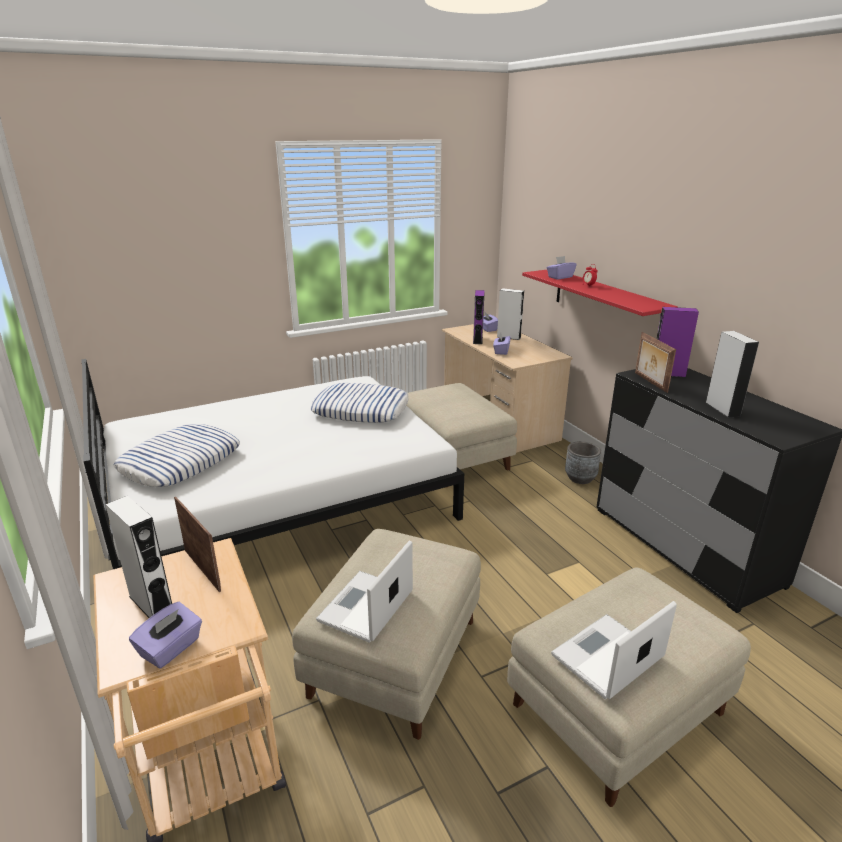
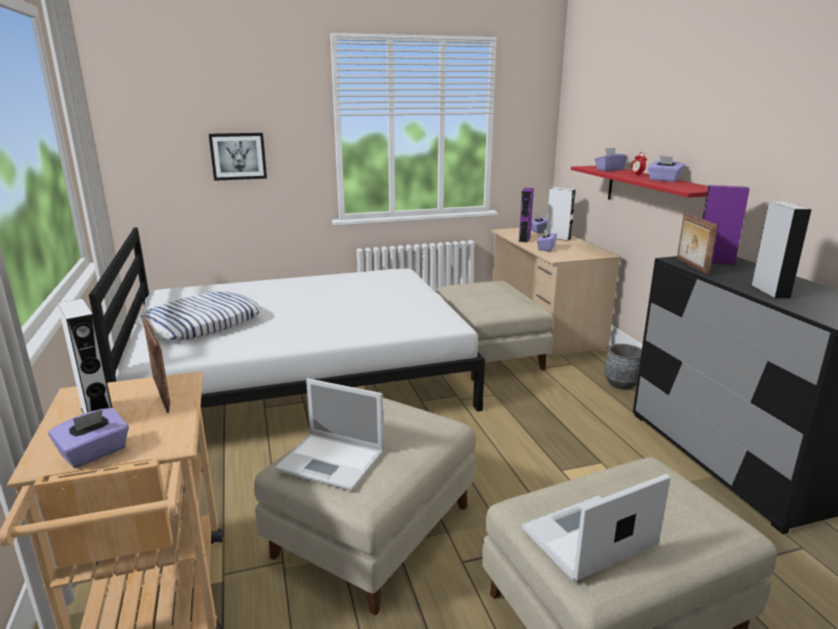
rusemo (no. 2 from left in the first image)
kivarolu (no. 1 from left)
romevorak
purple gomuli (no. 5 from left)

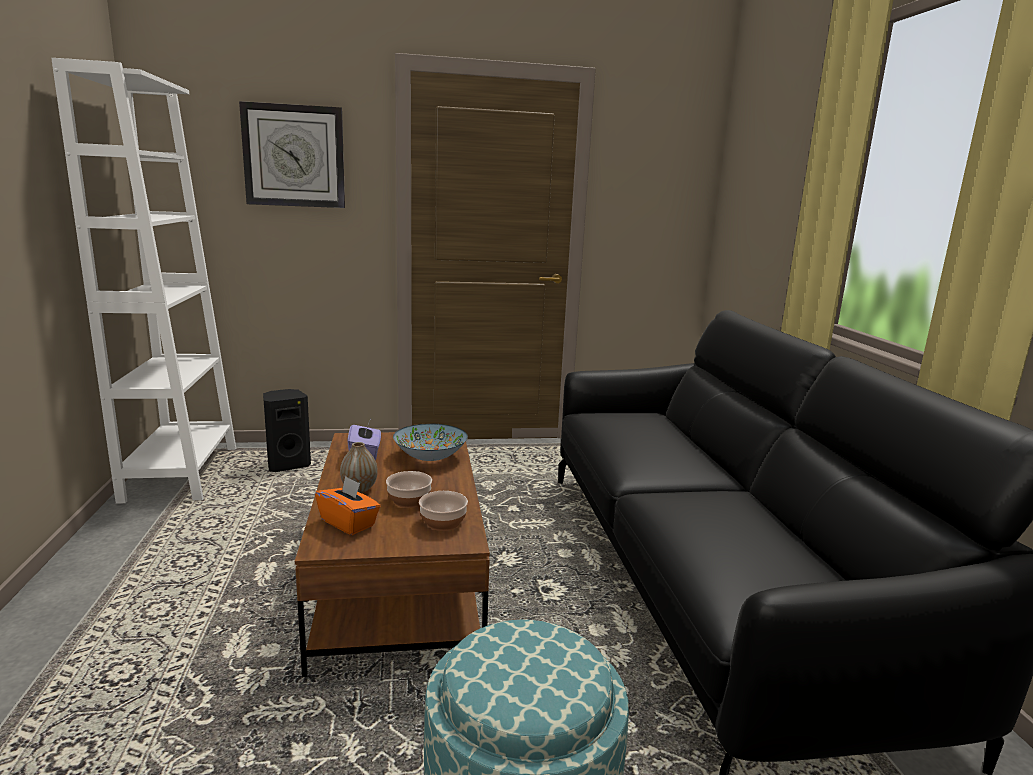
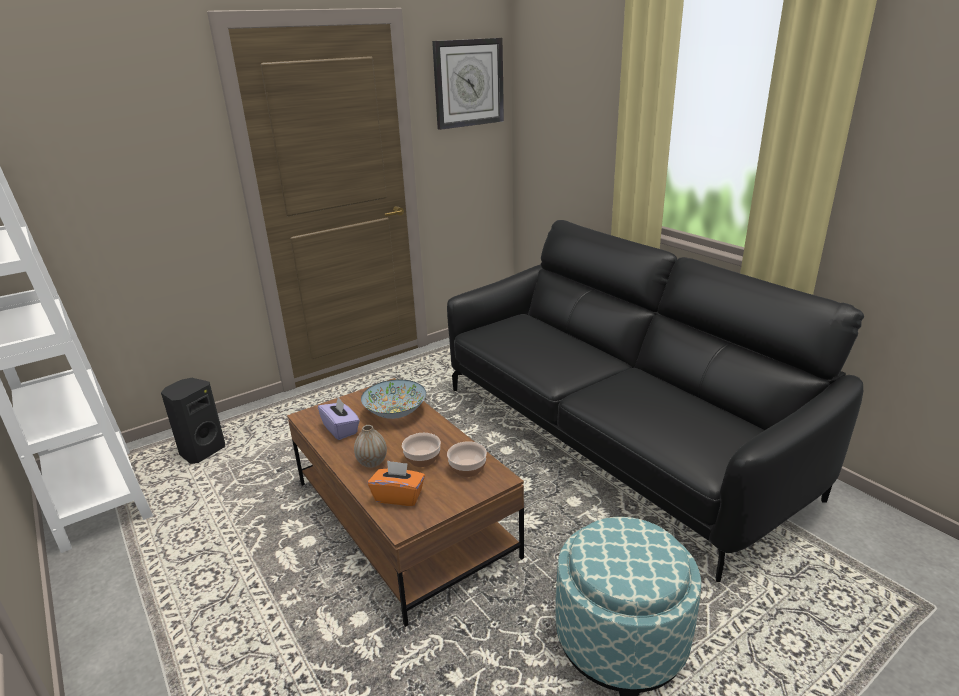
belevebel

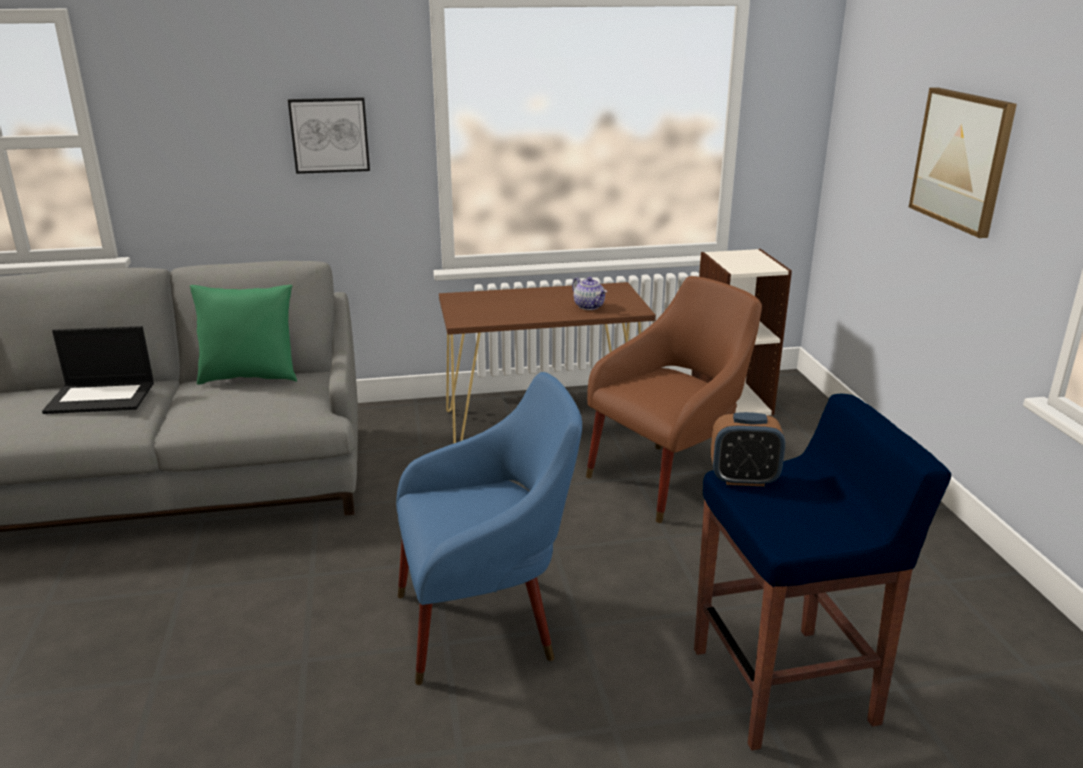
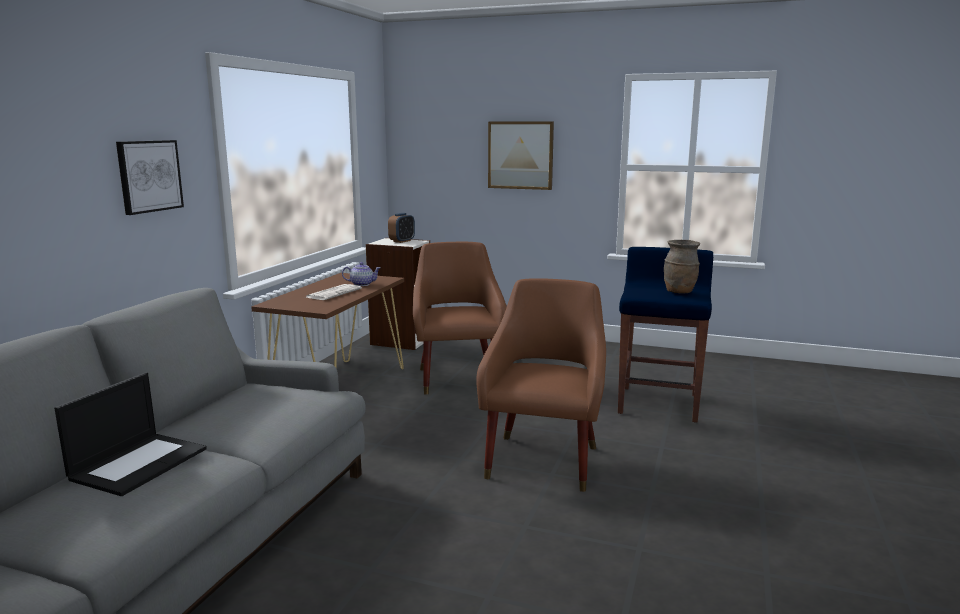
green rusemo
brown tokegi (no. 2 from left)
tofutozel
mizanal
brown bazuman

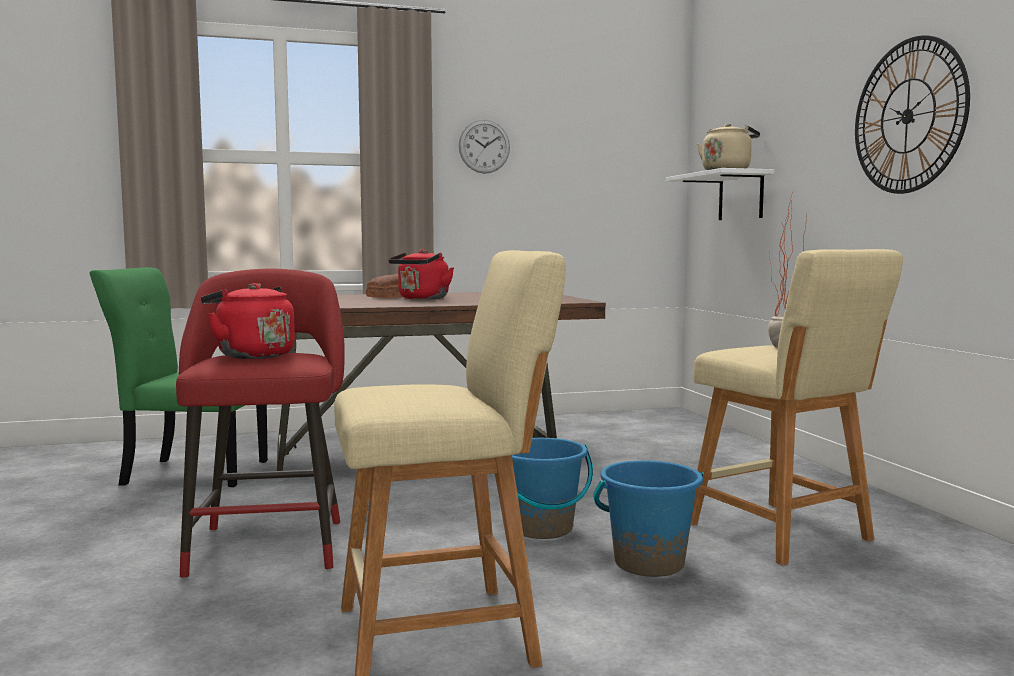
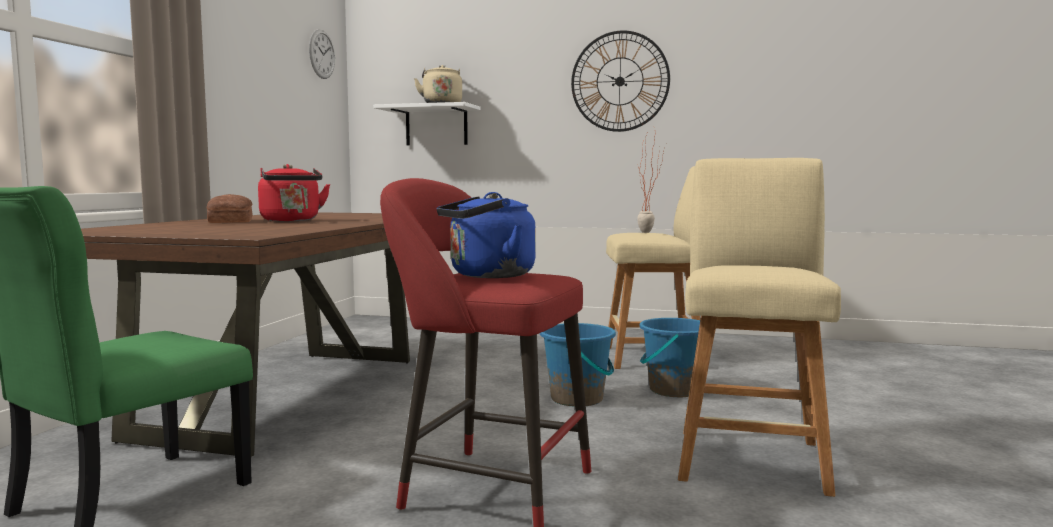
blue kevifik
belevebel (no. 1 from left)

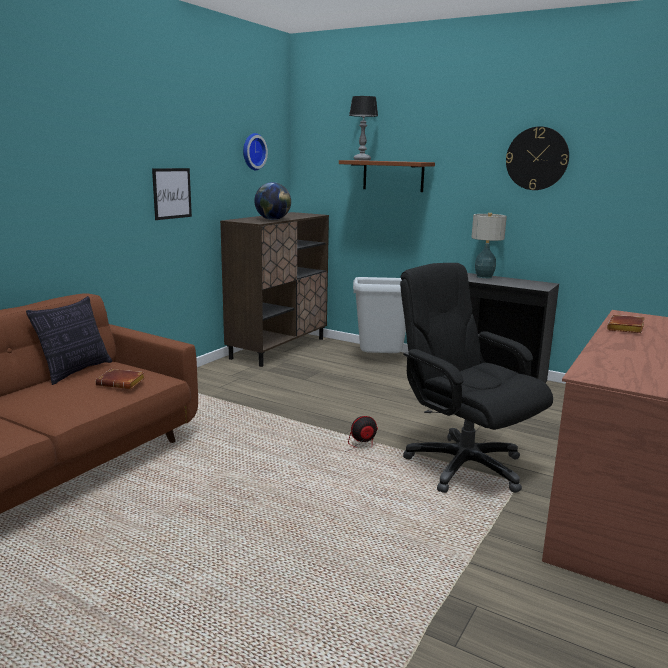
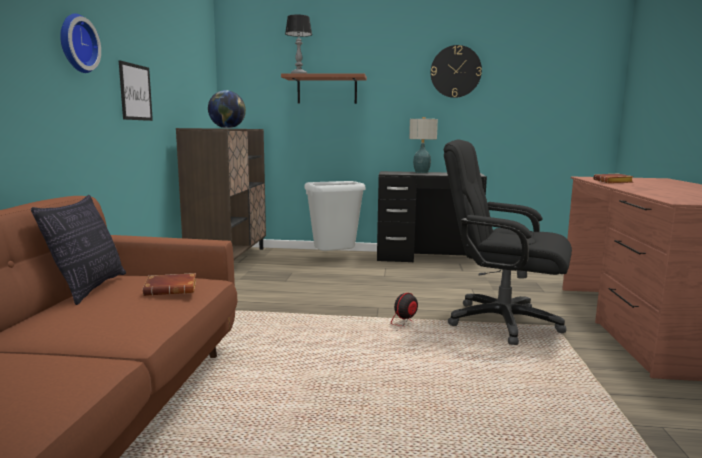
belevebel (no. 1 from left)

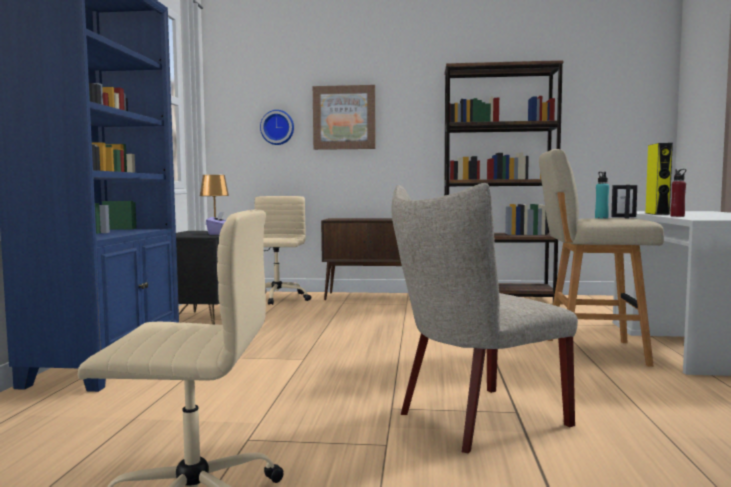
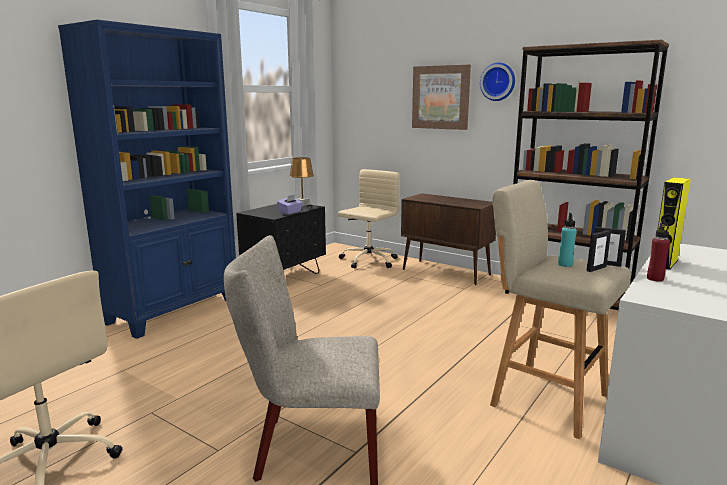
belevebel

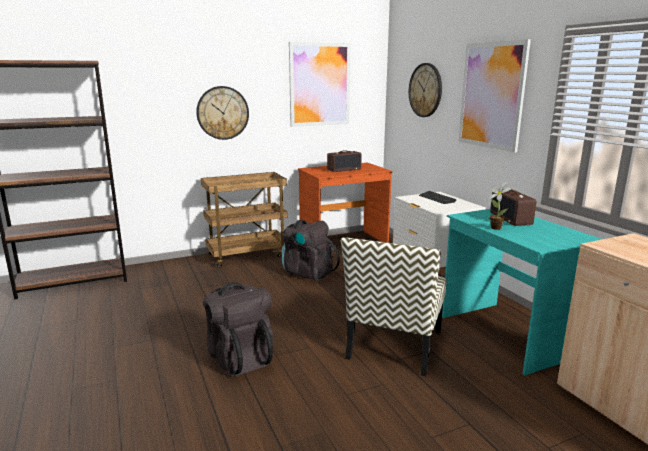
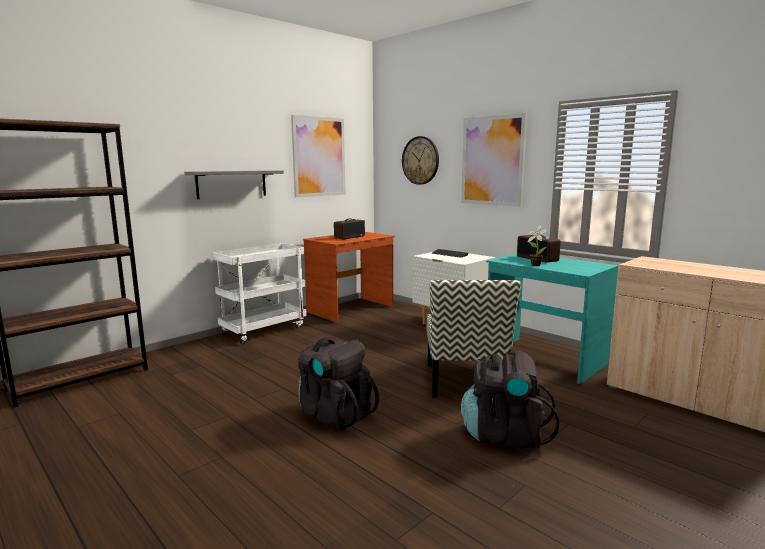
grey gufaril
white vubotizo
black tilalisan (no. 2 from left)

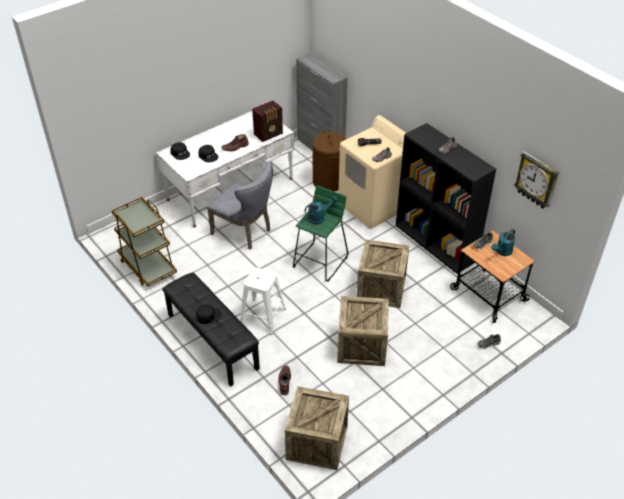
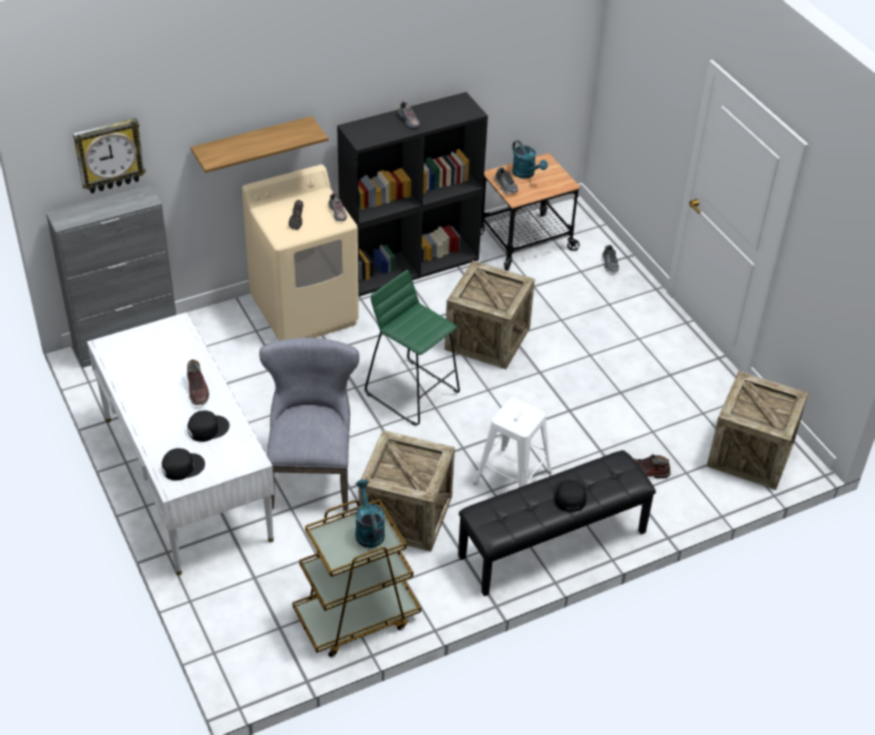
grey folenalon
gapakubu
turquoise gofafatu (no. 1 from left)
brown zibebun
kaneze (no. 1 from left)
belevebel
gufaril

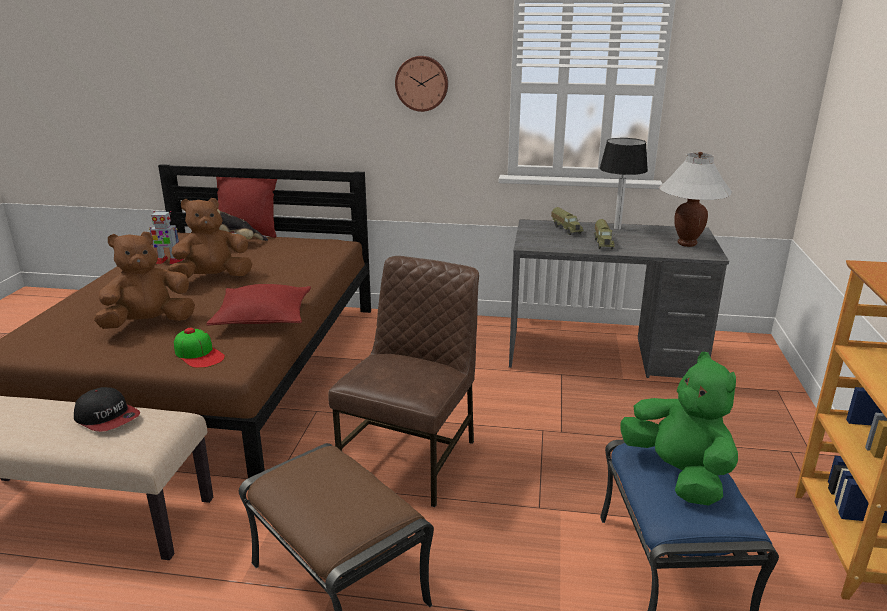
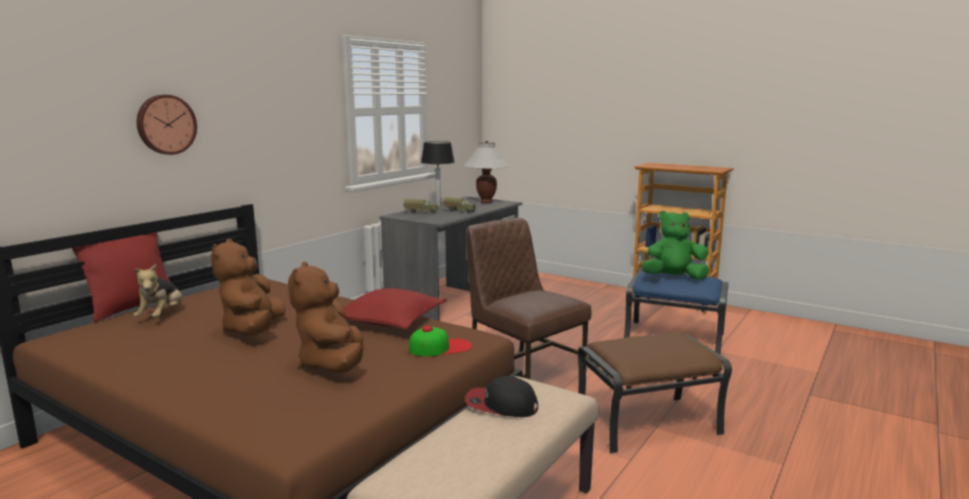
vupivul (no. 2 from left)
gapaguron
belevebel

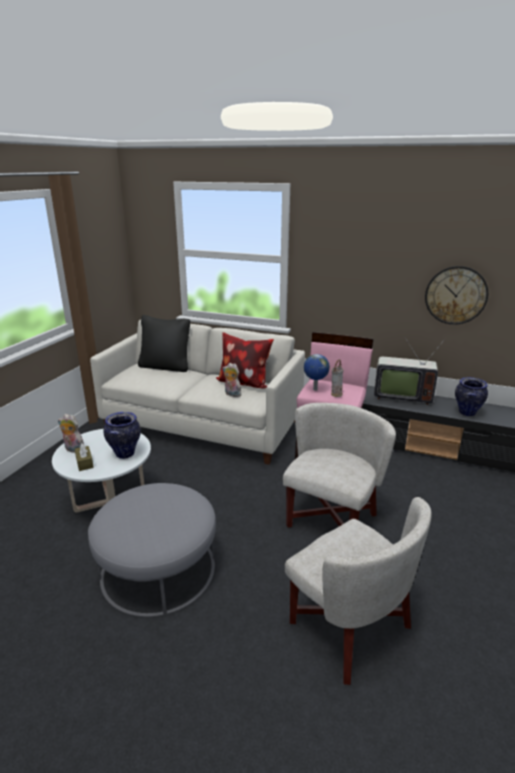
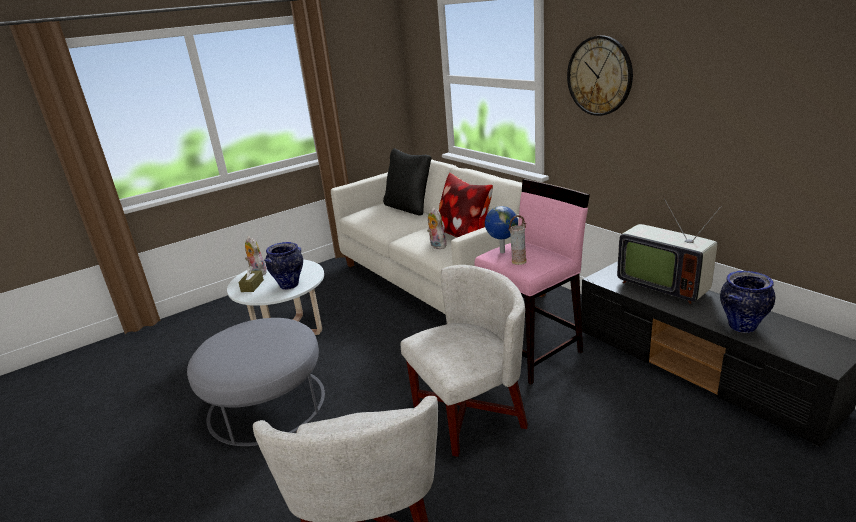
belevebel

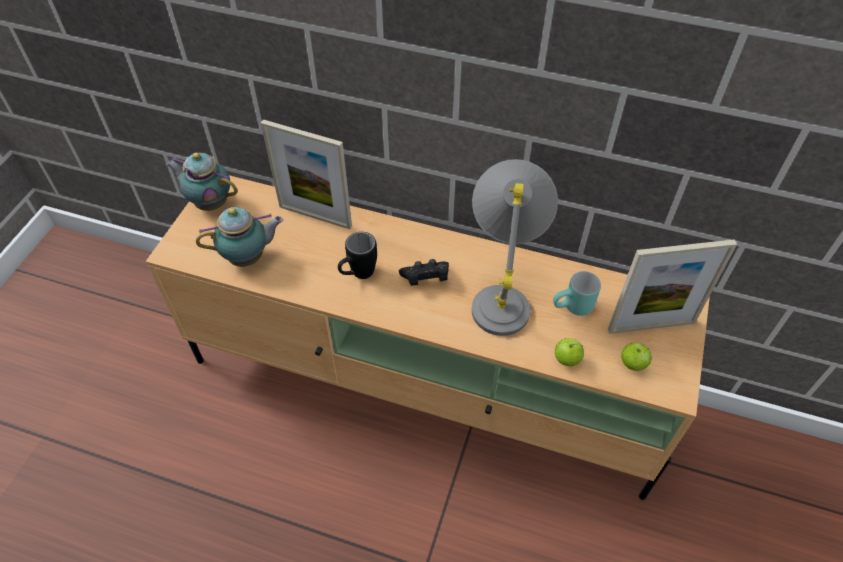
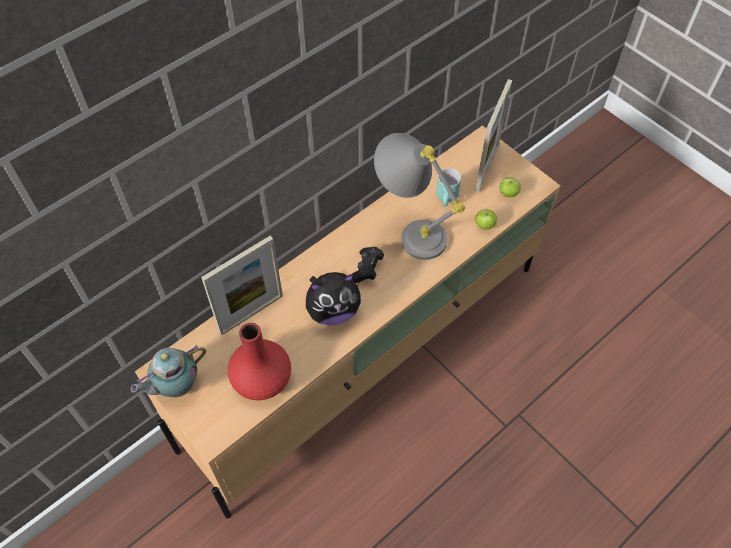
red bazuman
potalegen

